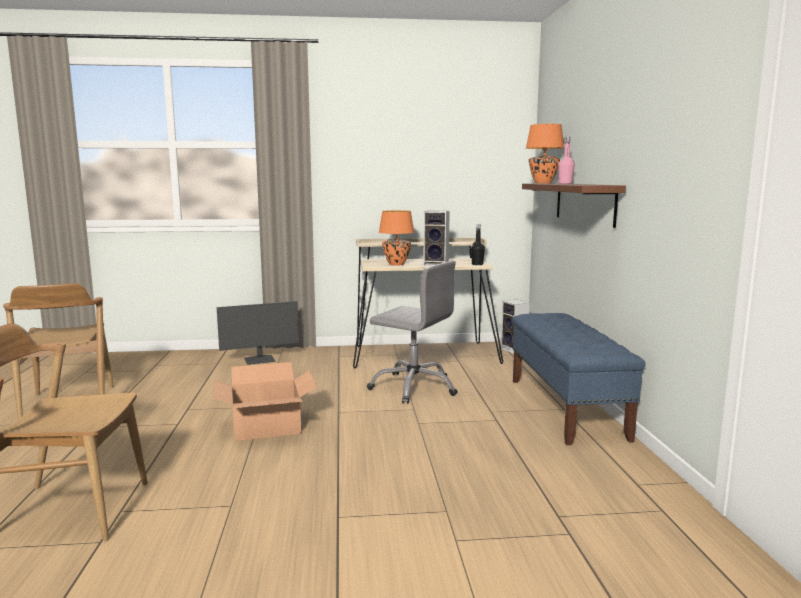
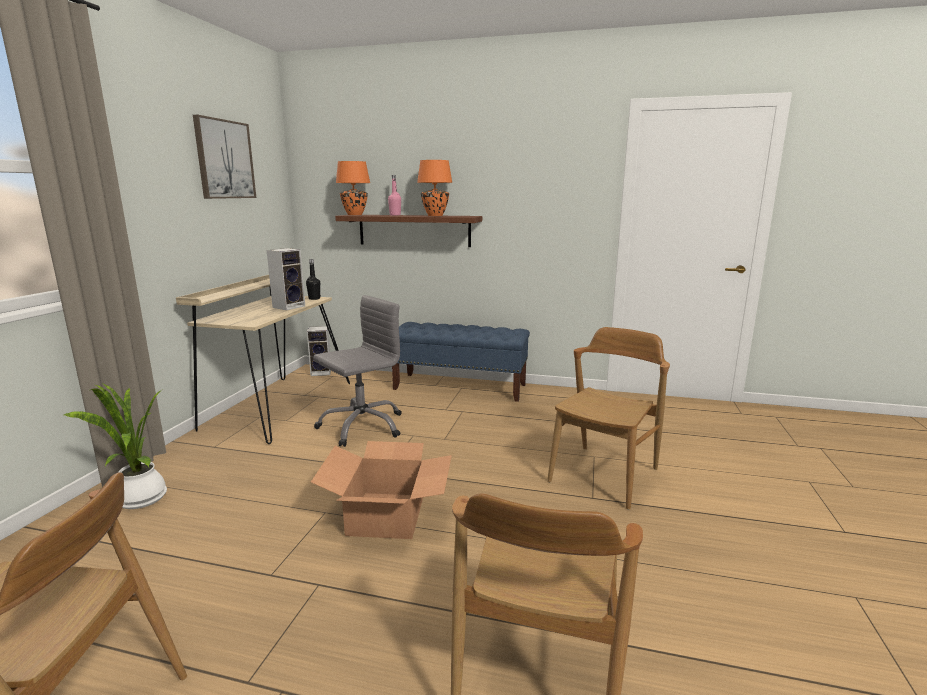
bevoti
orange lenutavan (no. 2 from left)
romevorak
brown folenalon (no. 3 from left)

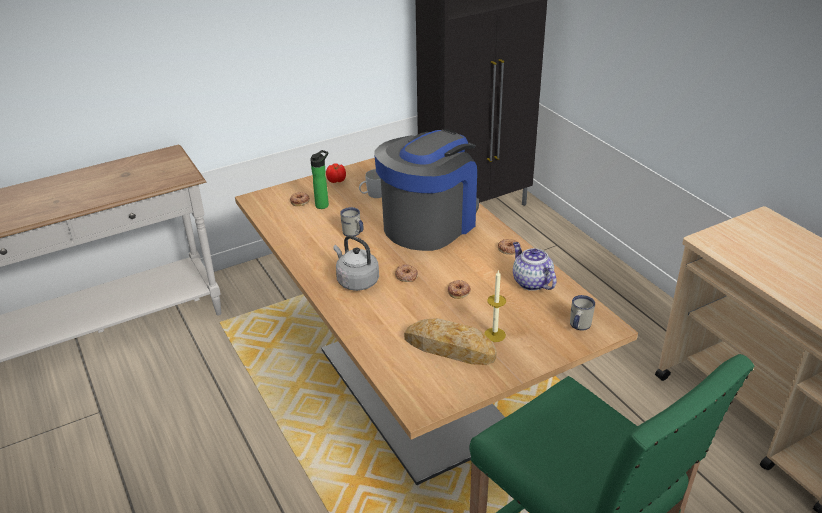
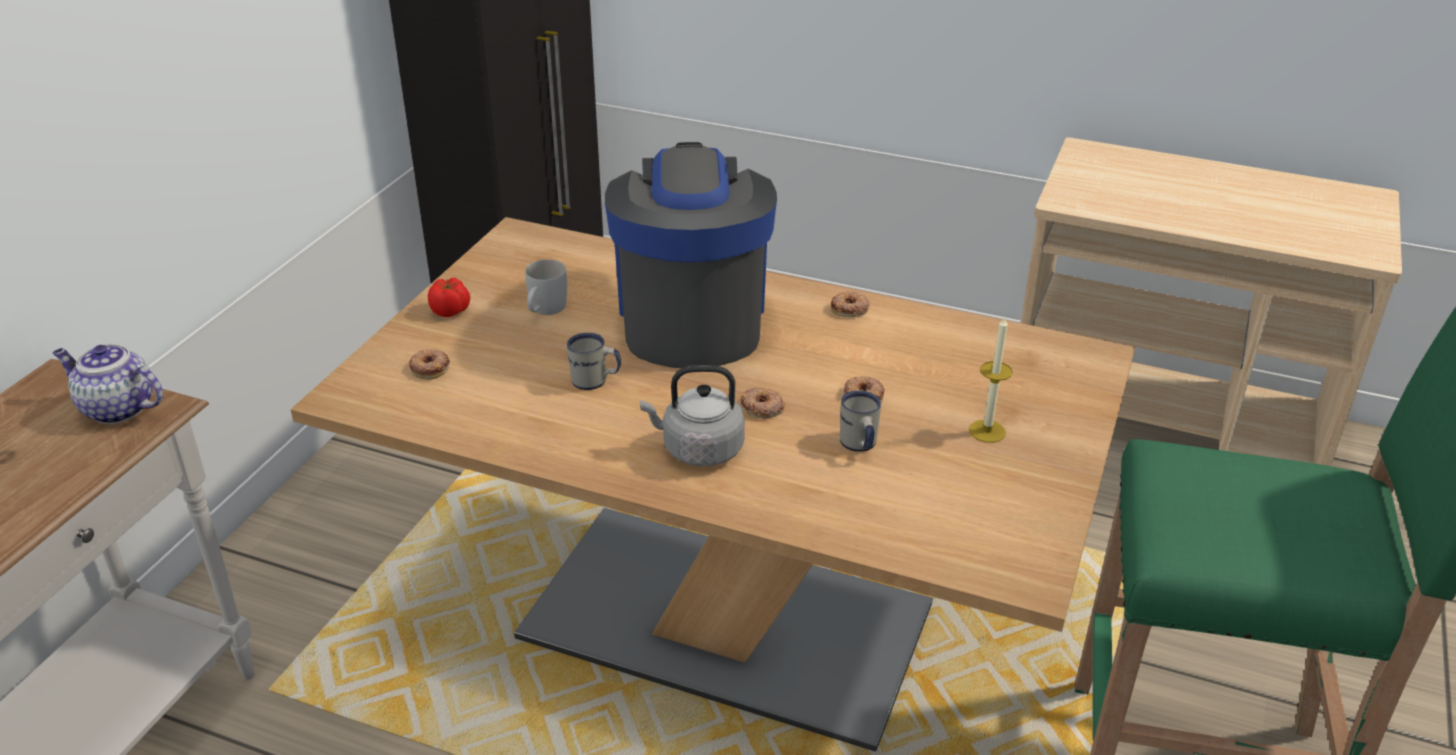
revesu
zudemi
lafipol
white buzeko (no. 3 from left)

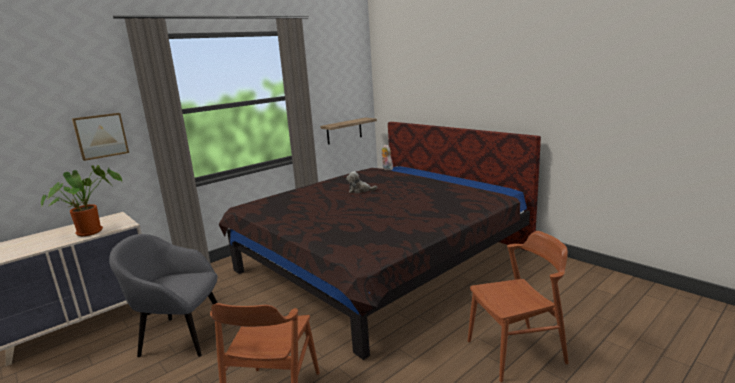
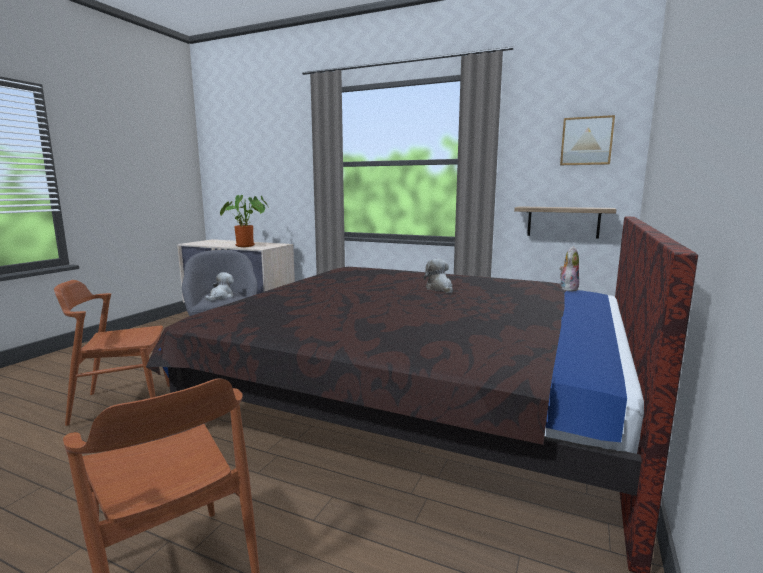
romevorak
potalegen (no. 1 from left)

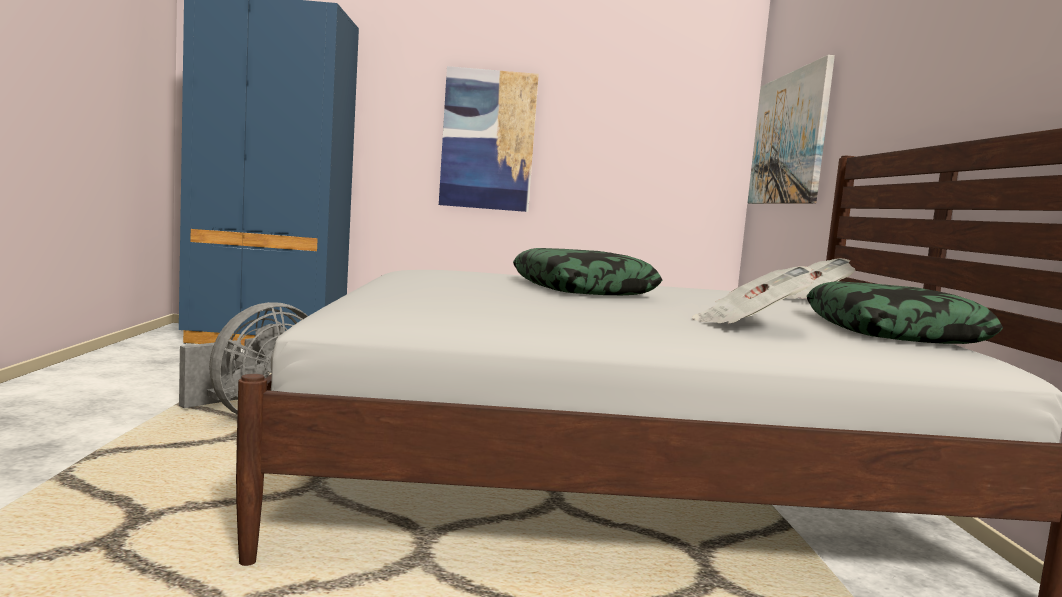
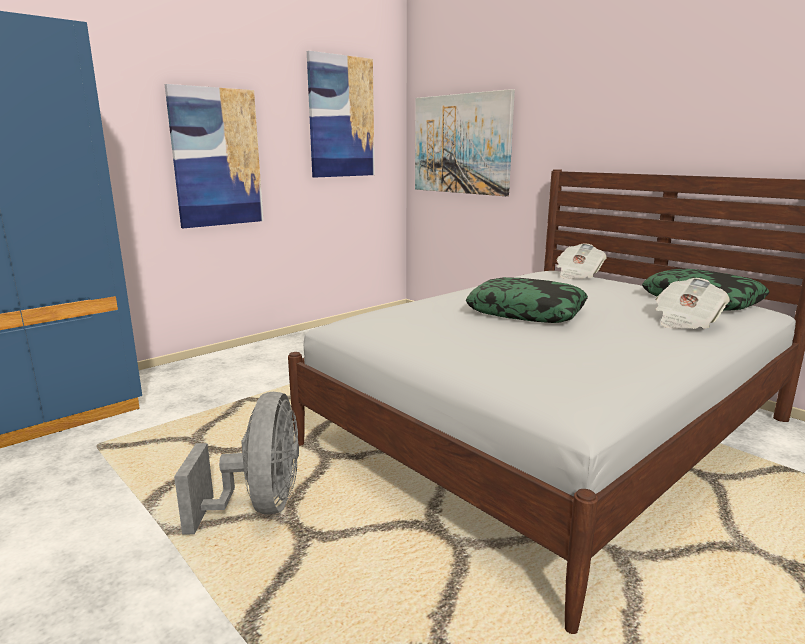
romevorak (no. 2 from left)

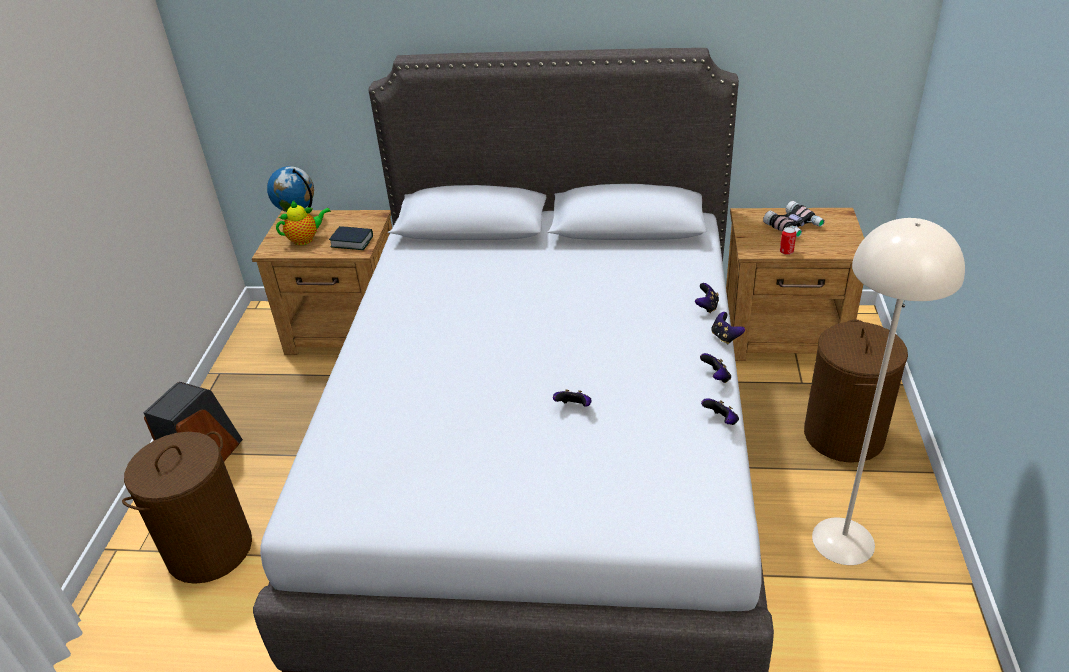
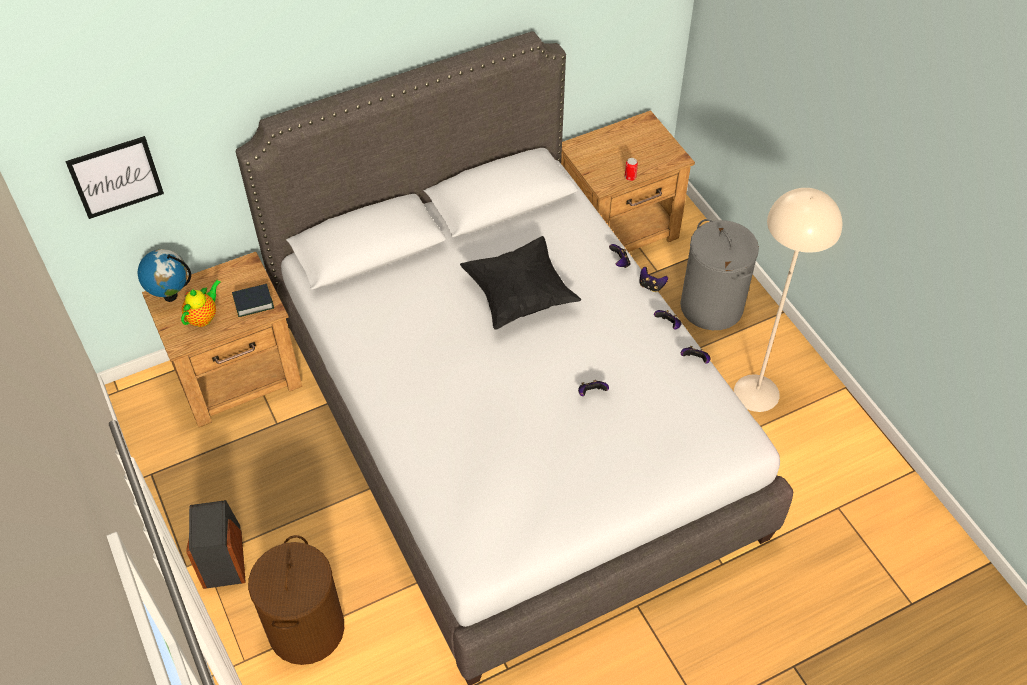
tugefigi
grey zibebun
romevorak
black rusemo

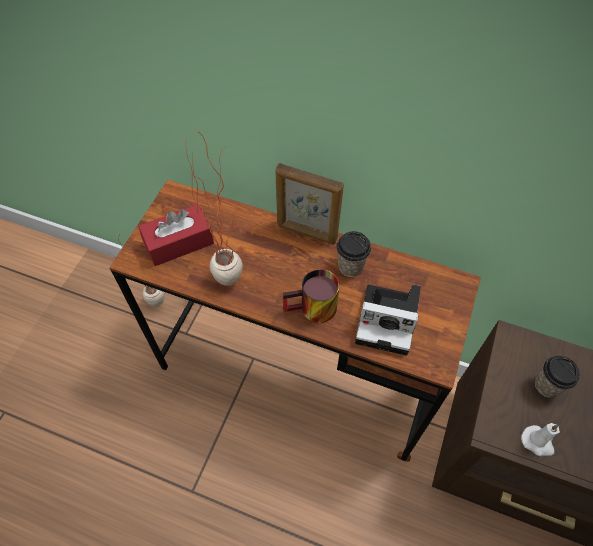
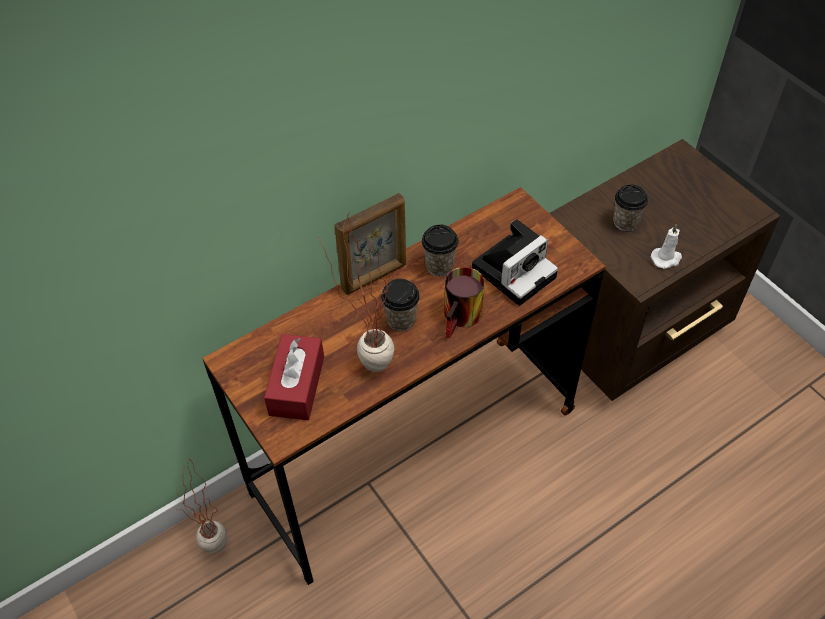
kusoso (no. 1 from left)

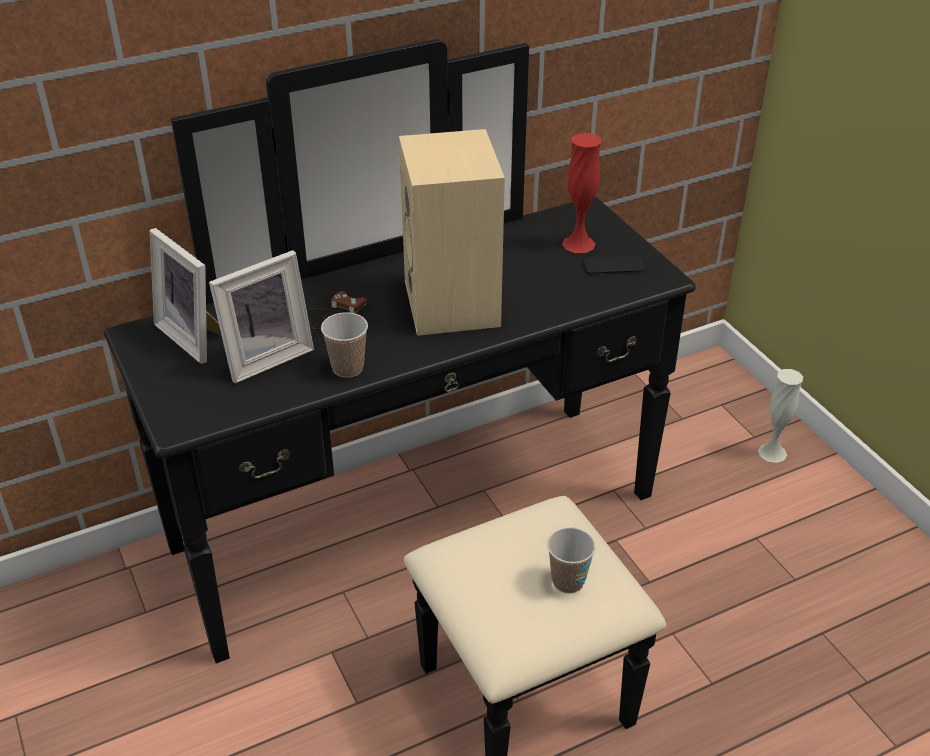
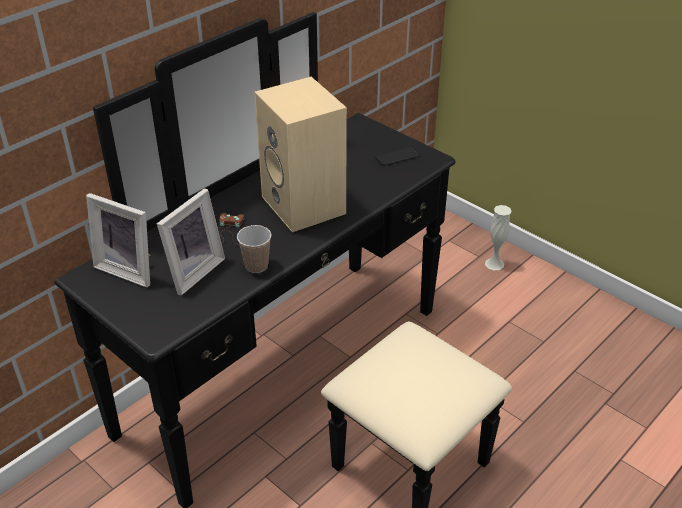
kusoso (no. 2 from left in the first image)
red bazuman

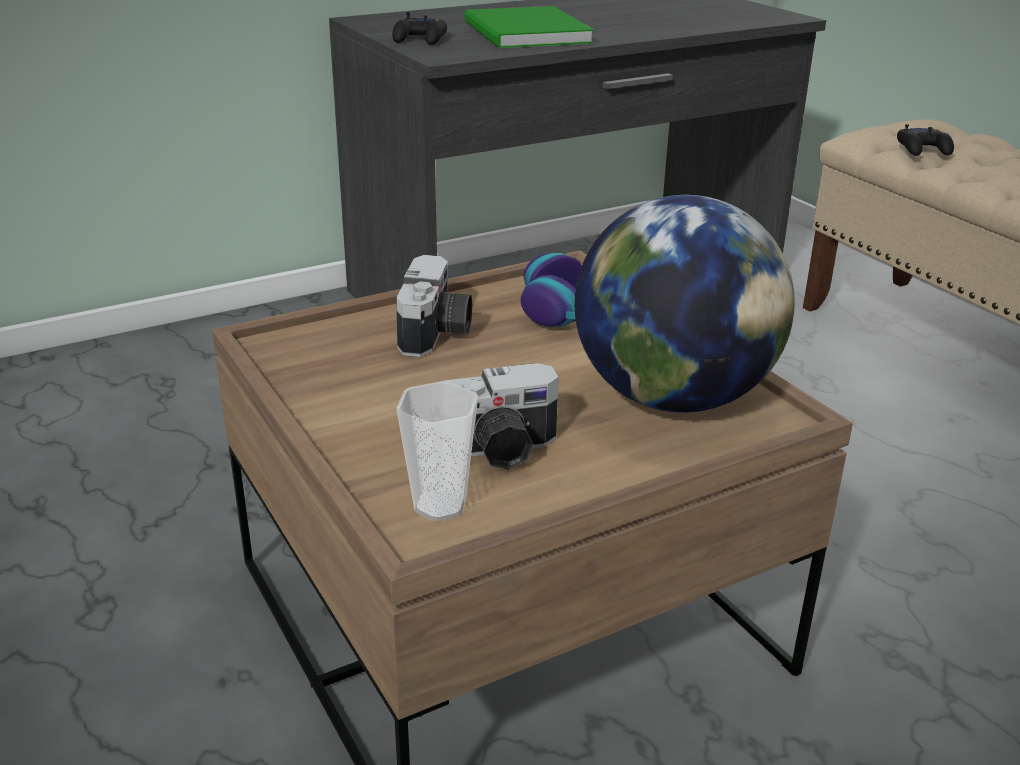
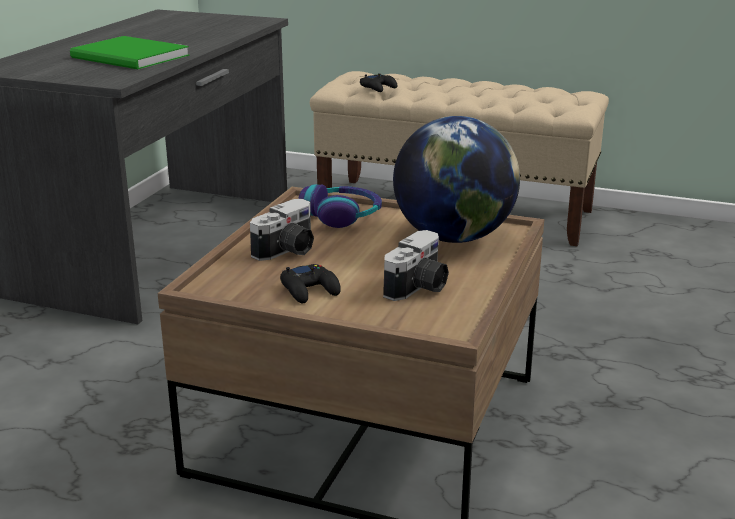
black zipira (no. 1 from left)
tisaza (no. 1 from left)
kusoso

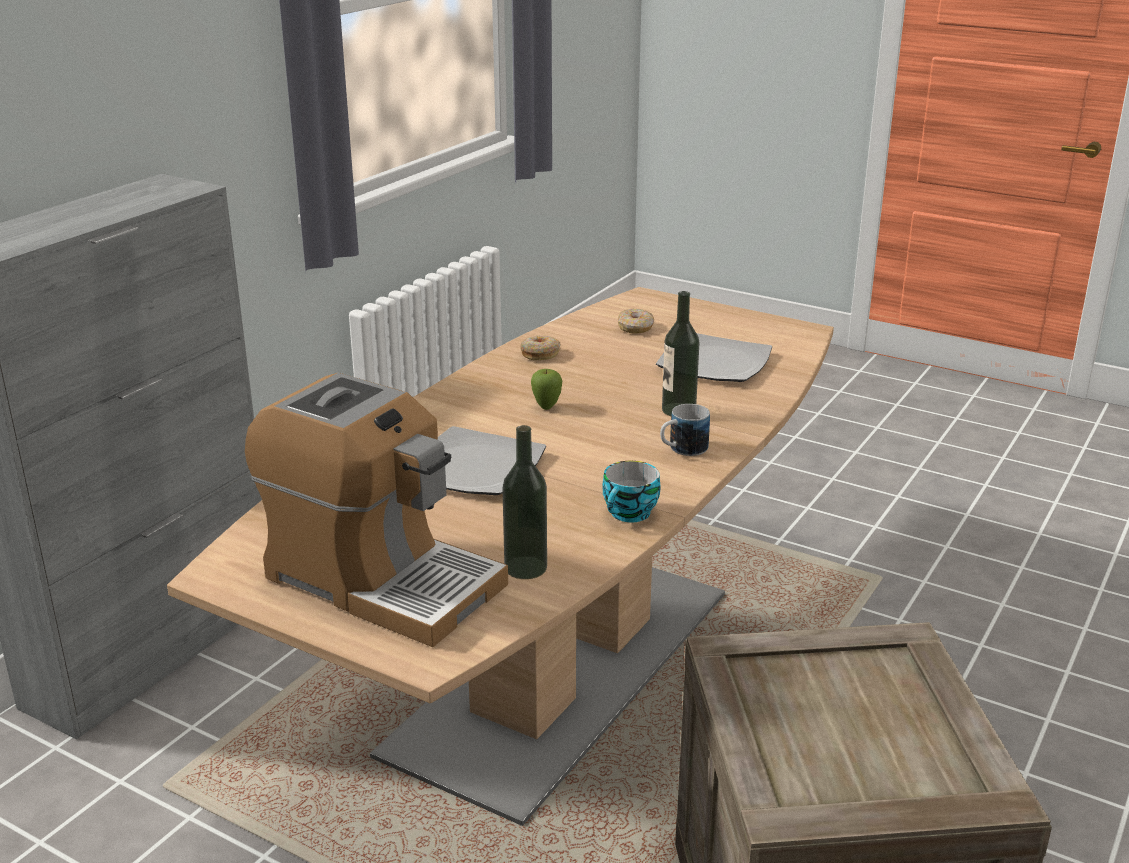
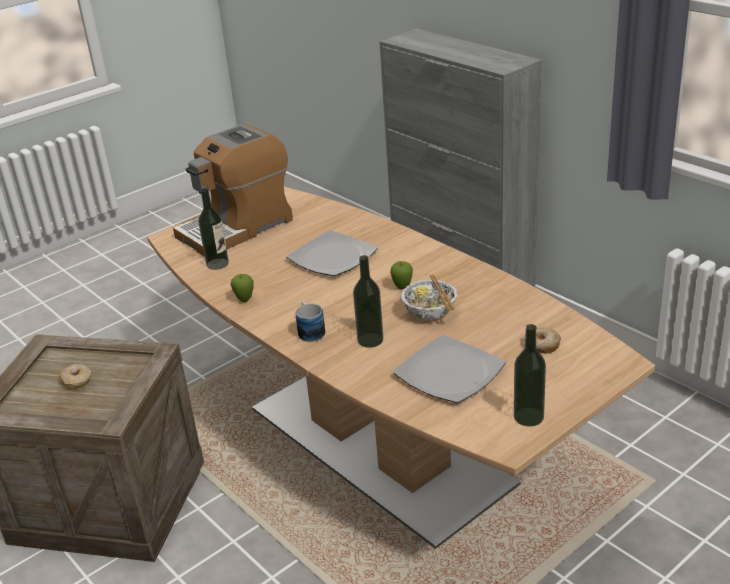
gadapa (no. 1 from left)
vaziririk (no. 1 from left)
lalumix
revesu (no. 3 from left)

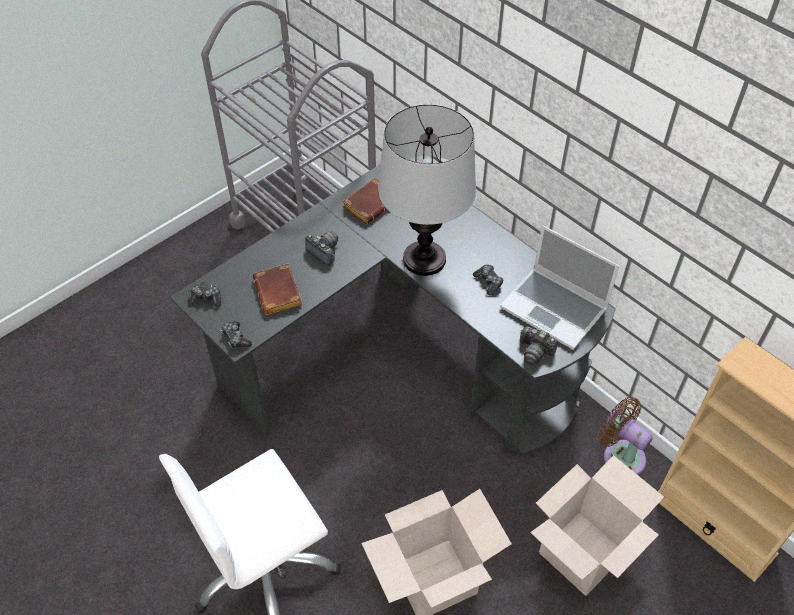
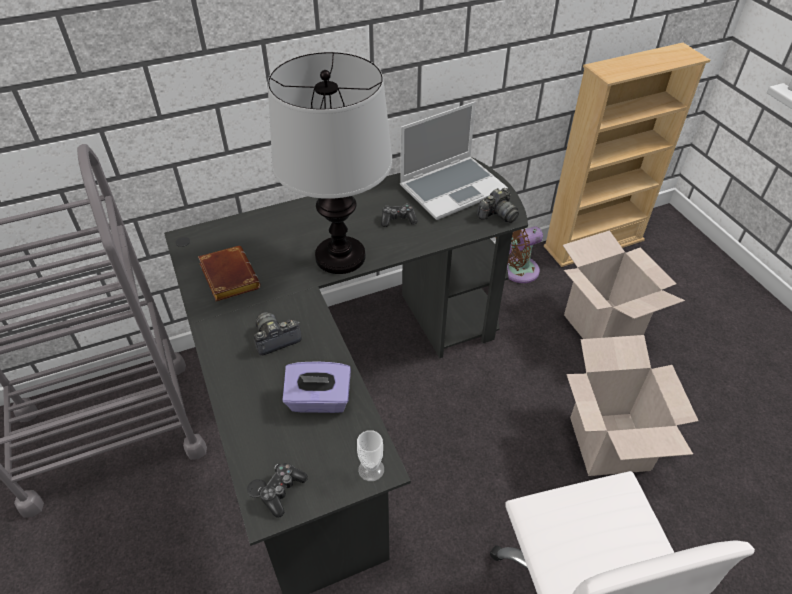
kusoso
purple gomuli

